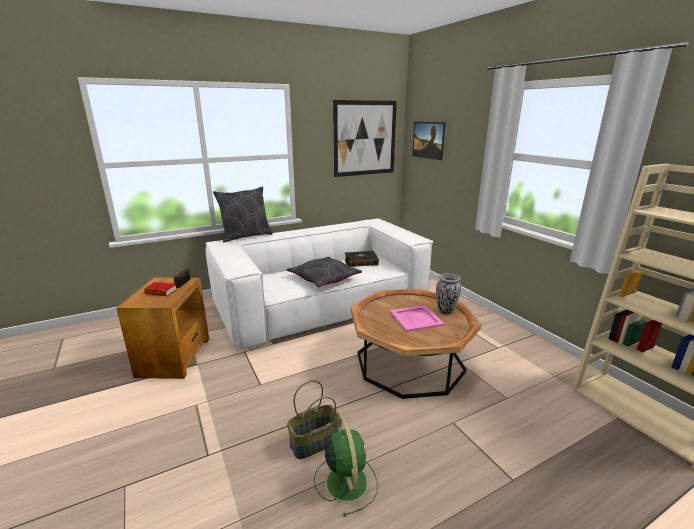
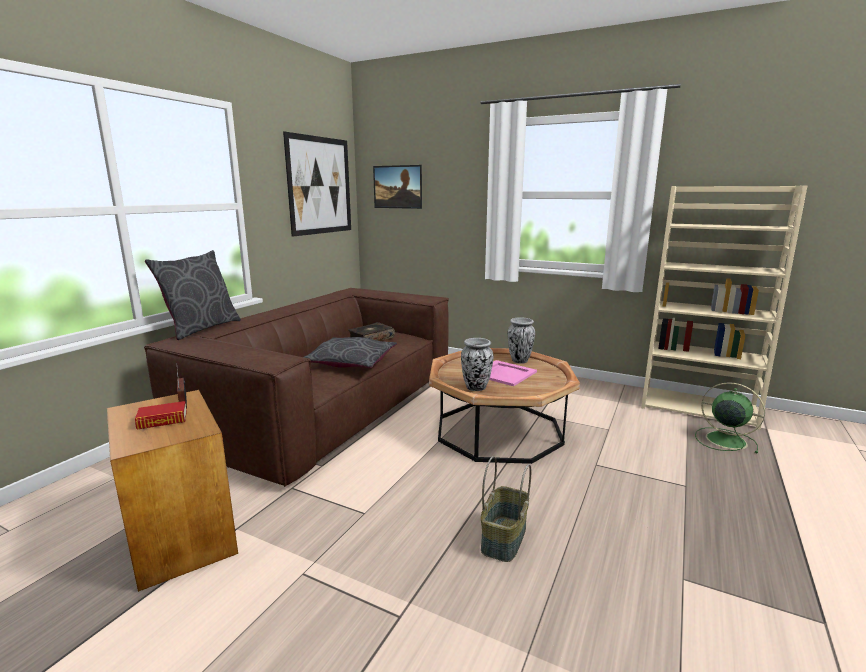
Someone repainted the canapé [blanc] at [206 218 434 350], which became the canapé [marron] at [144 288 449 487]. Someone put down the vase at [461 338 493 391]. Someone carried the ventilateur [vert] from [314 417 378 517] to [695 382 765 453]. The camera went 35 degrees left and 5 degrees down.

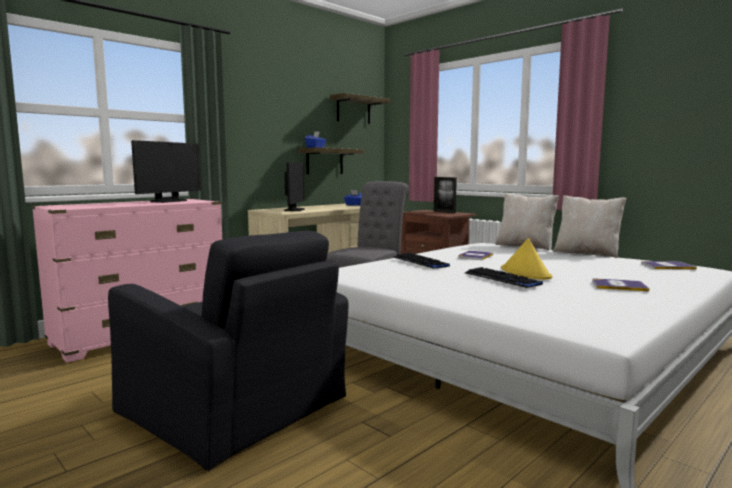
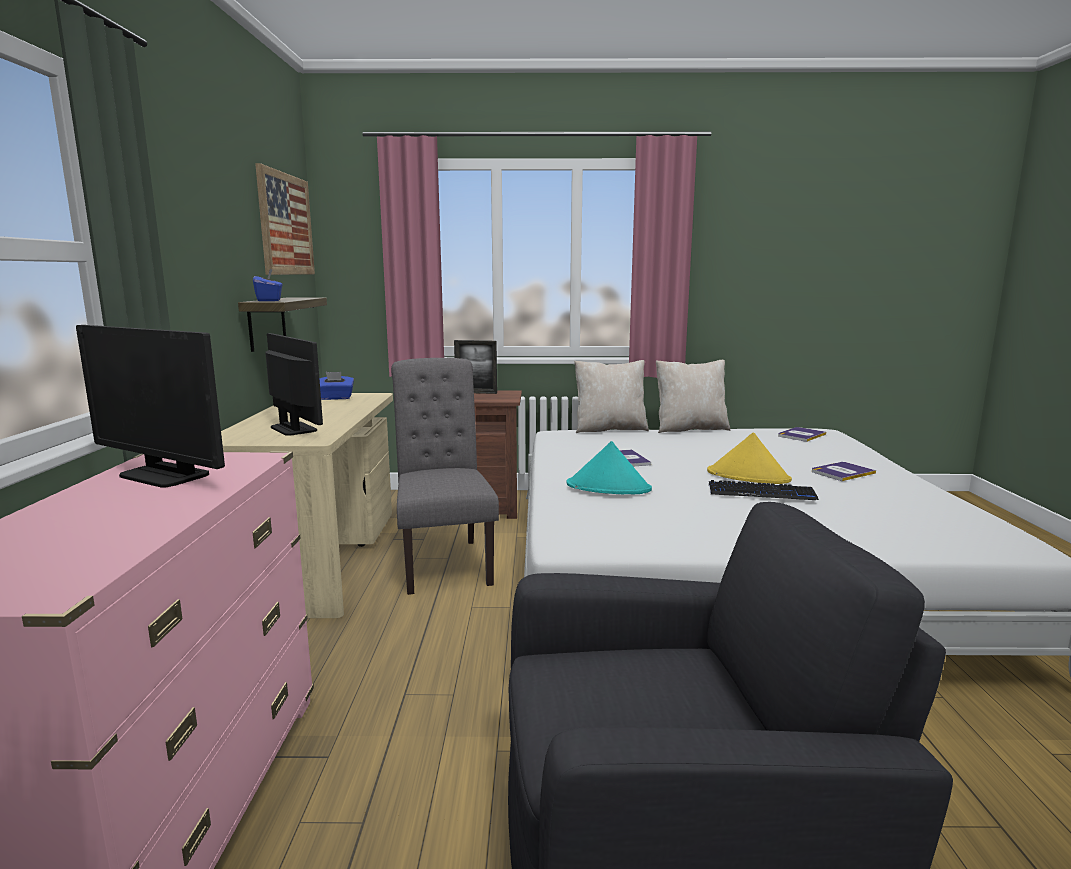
Someone rotated the écran d'ordinateur at [131 140 201 203] by 135 degrees clockwise. Someone swapped the étagère at [330 93 391 124] for the tableau at [255 163 315 275]. Someone swapped the clavier at [393 253 450 269] for the chapeau [turquoise] at [567 441 652 494]. The camera went 45 degrees left and 5 degrees up.

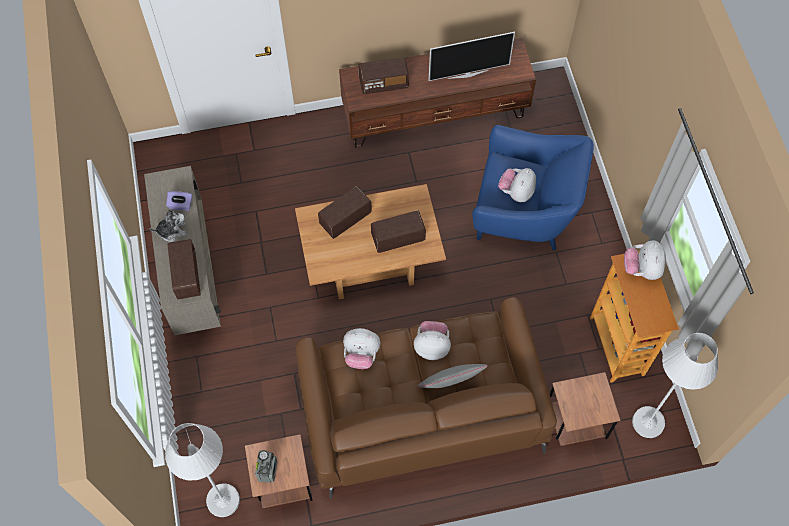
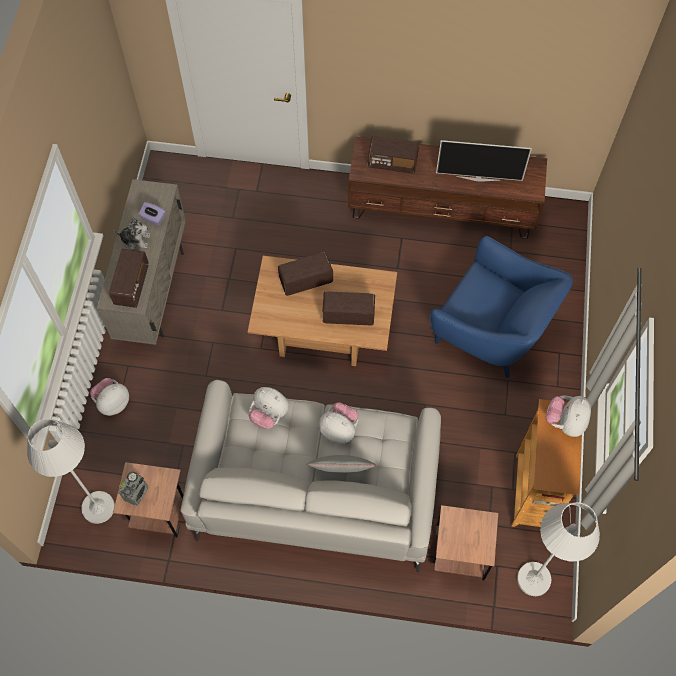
Someone carried the peluche from [498 168 536 202] to [90 378 129 416]. Someone repainted the canapé [marron] at [296 297 557 498], which became the canapé [gris] at [180 380 441 573]. The camera went 20 degrees right and 0 degrees up.

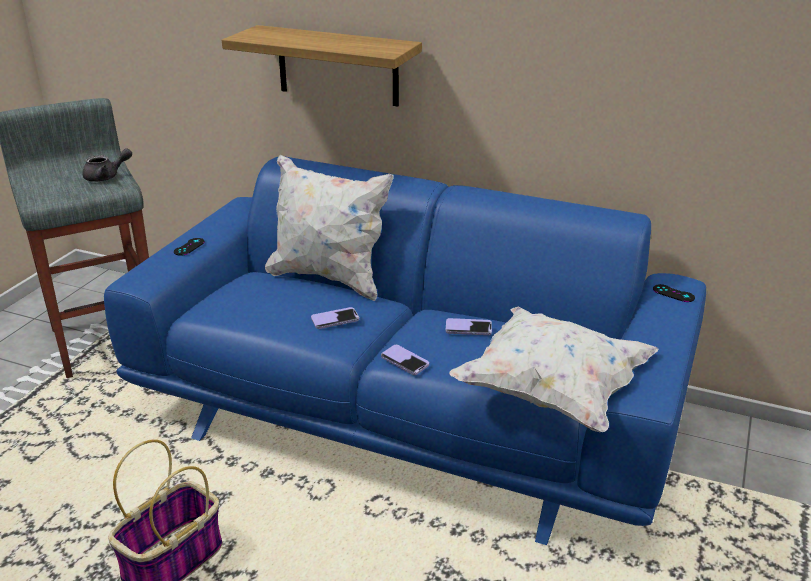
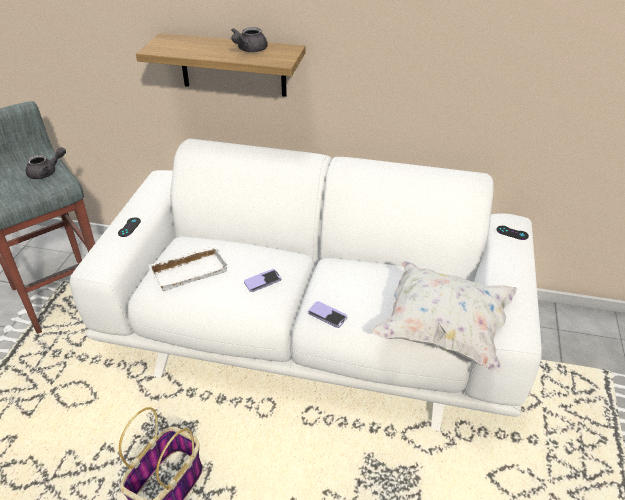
Someone repainted the canapé [bleu] at [104 157 706 545], which became the canapé [blanc] at [70 139 541 431]. Someone put down the plateau [blanc] at [149 246 229 291]. Someone put down the théière [gris] at [231 27 268 52]. Someone took away the coussin [blanc] at [265 155 394 301]. Someone took away the téléphone at [445 318 492 335]. The camera went 10 degrees left and 10 degrees up.

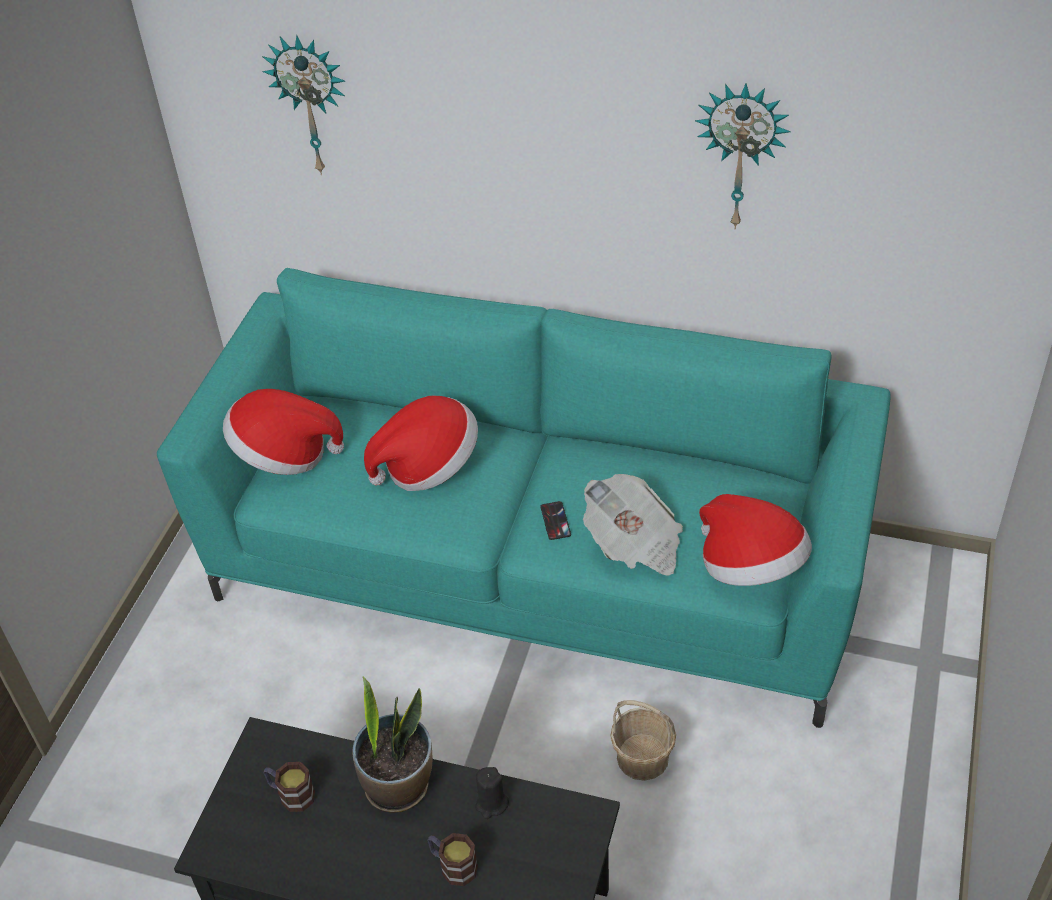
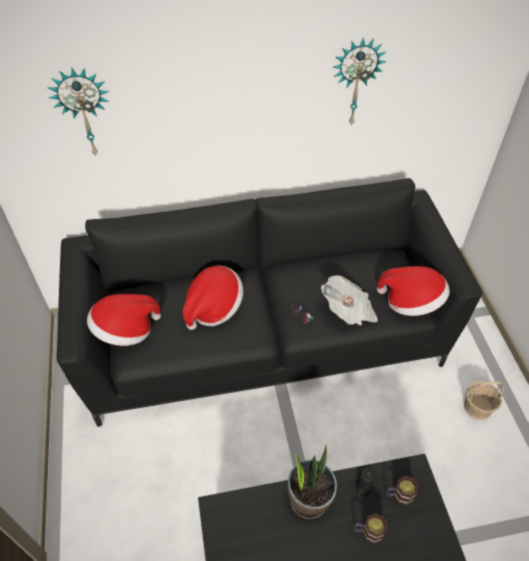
Someone repainted the canapé [turquoise] at [157 268 891 728], which became the canapé [noir] at [57 178 482 427]. Someone carried the mug from [264 762 315 812] to [386 476 419 505]. Someone carried the panier from [610 700 676 781] to [464 381 504 420]. The camera went 30 degrees left and 5 degrees up.

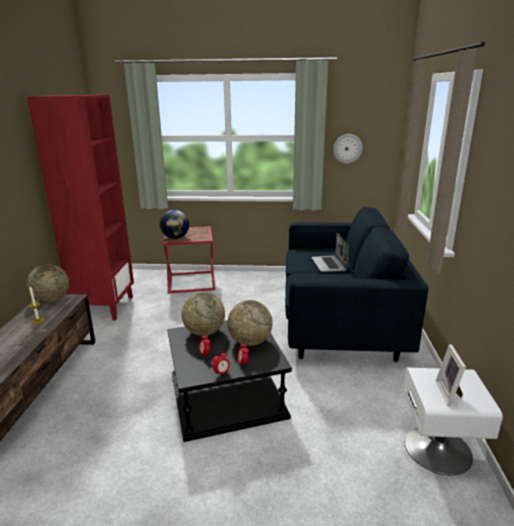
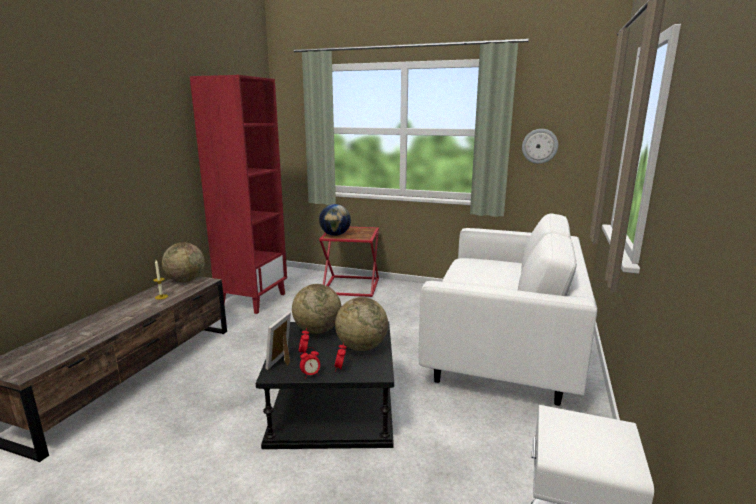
Someone carried the cadre photo from [436 344 466 406] to [265 312 291 370]. Someone repainted the canapé [bleu] at [285 207 428 362], which became the canapé [blanc] at [418 213 597 406]. Someone took away the ordinateur portable at [311 233 349 272]. The camera went 15 degrees right and 5 degrees down.

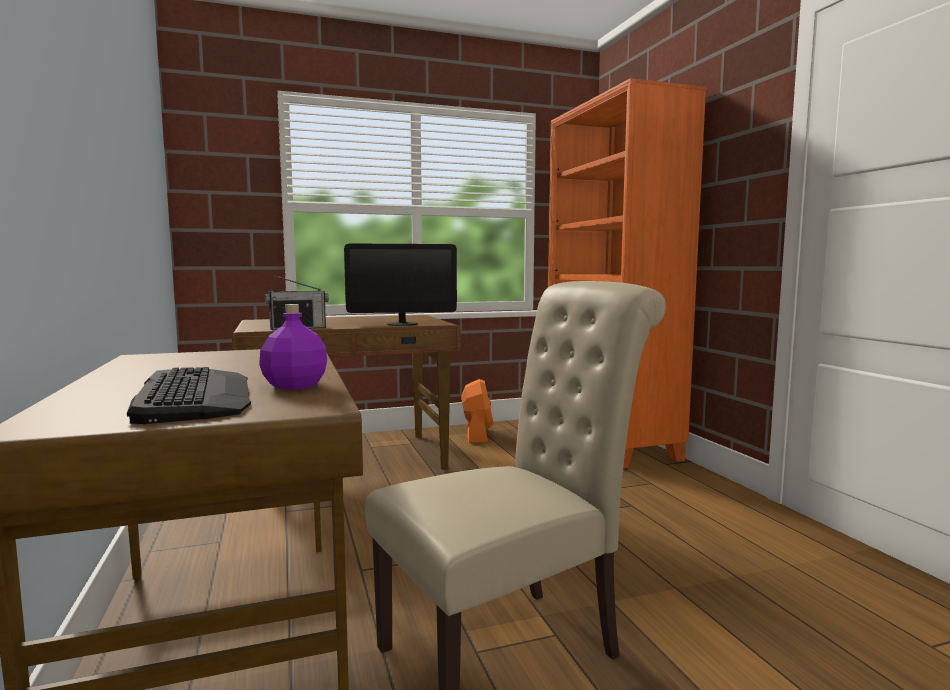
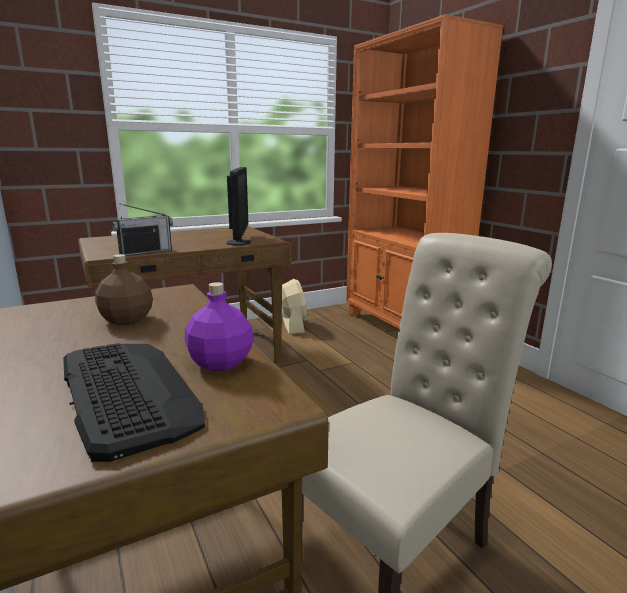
Someone put down the bouteille [marron] at [95 254 153 325]. Someone rotated the écran d'ordinateur at [344 244 457 326] by 75 degrees counterclockwise. Someone repainted the ventilateur [orange] at [461 379 494 443], which became the ventilateur [beige] at [282 279 308 334]. The camera went 10 degrees left and 10 degrees up.

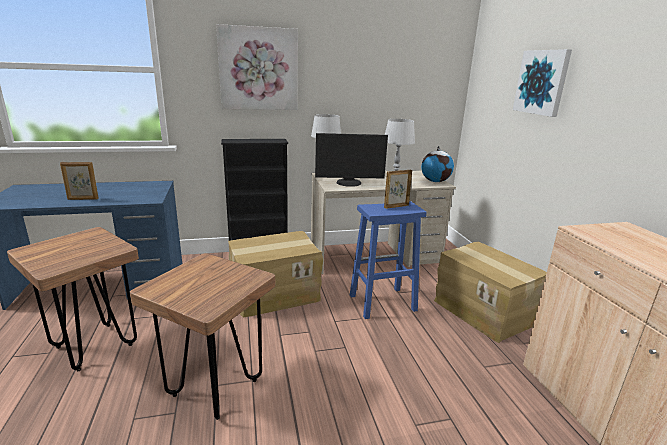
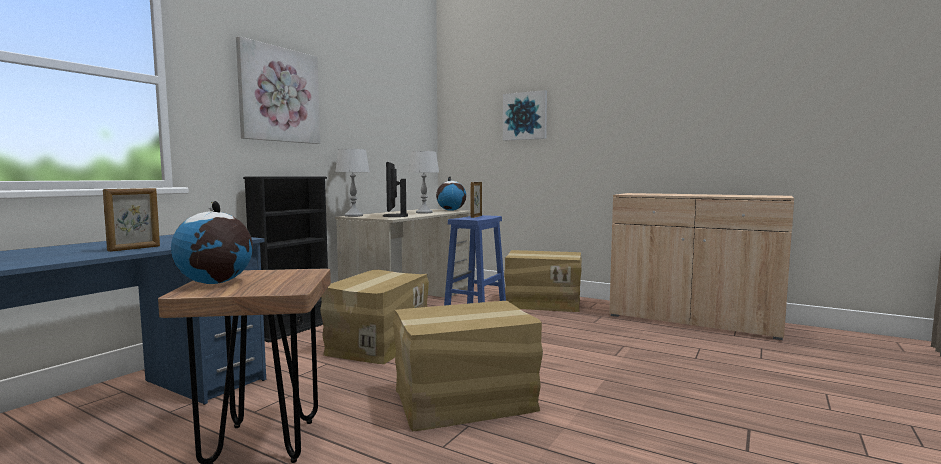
Someone put down the globe at [171 201 253 284]. Someone rotated the écran d'ordinateur at [315 133 388 187] by 135 degrees clockwise. Someone swapped the tabouret [marron] at [130 253 275 420] for the carton at [393 301 543 431]. The camera went 45 degrees left and 15 degrees down.

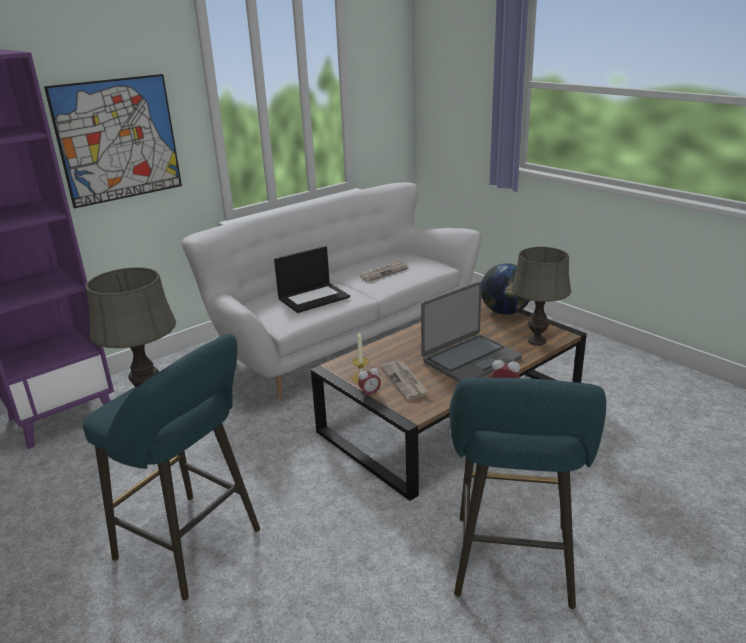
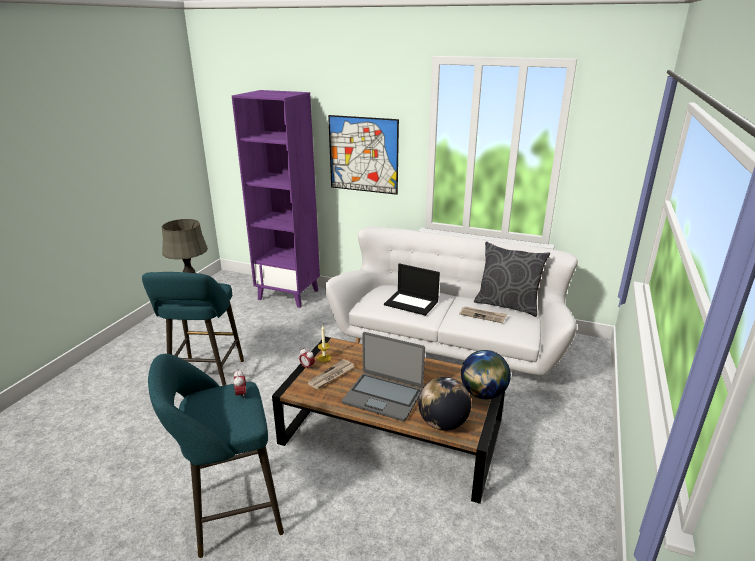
Someone swapped the lampe de table [gris] at [511 247 571 345] for the globe at [418 377 471 431]. Someone put down the coussin [gris] at [474 242 550 317]. The camera went 60 degrees right and 0 degrees up.

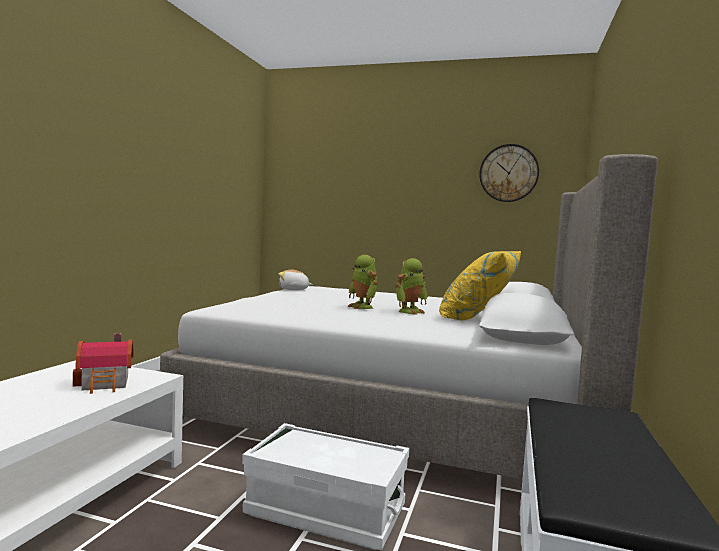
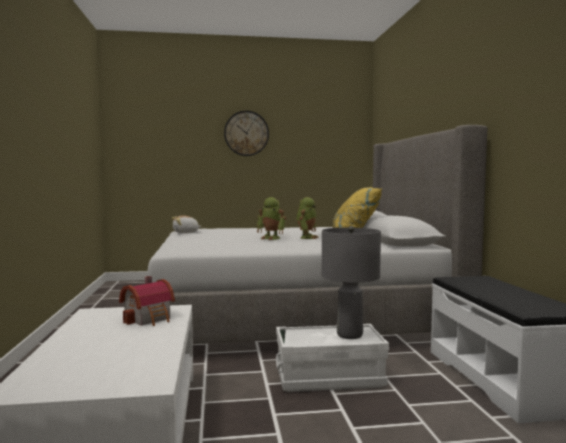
Someone carried the horloge murale from [479 144 539 202] to [224 111 269 156]. Someone put down the lampe de table [gris] at [322 226 381 339]. The camera went 25 degrees left and 0 degrees up.

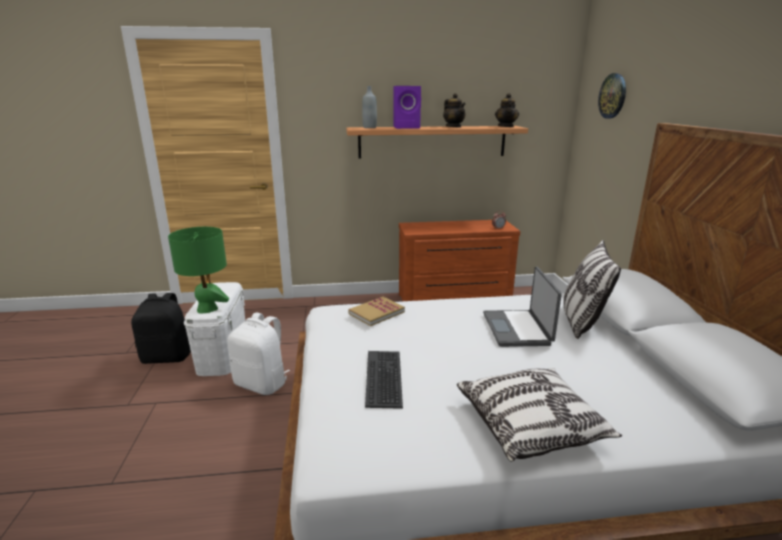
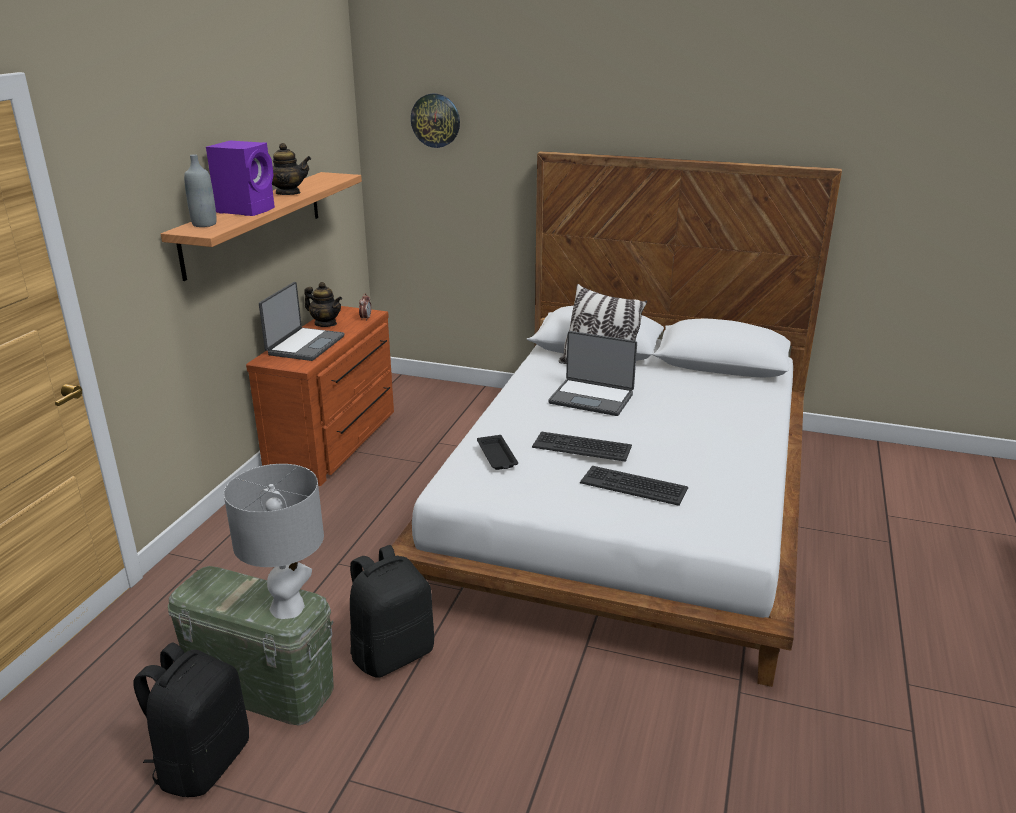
Someone repainted the boîte de rangement [blanc] at [184 282 245 376], which became the boîte de rangement [vert] at [168 566 334 725]. Someone repainted the lampe de table [vert] at [168 227 229 313], which became the lampe de table [gris] at [224 464 324 619]. Someone put down the ordinateur portable at [259 282 345 361]. Someone carried the théière from [495 93 519 127] to [304 282 342 327]. Someone repainted the sac à dos [blanc] at [227 313 290 395], which became the sac à dos [noir] at [350 545 434 678]. Someone swapped the livre at [348 297 405 326] for the plateau [noir] at [477 435 518 470]. Someone put down the clavier at [532 431 632 462]. Someone took away the coussin at [457 368 622 462]. The camera went 65 degrees left and 5 degrees up.

